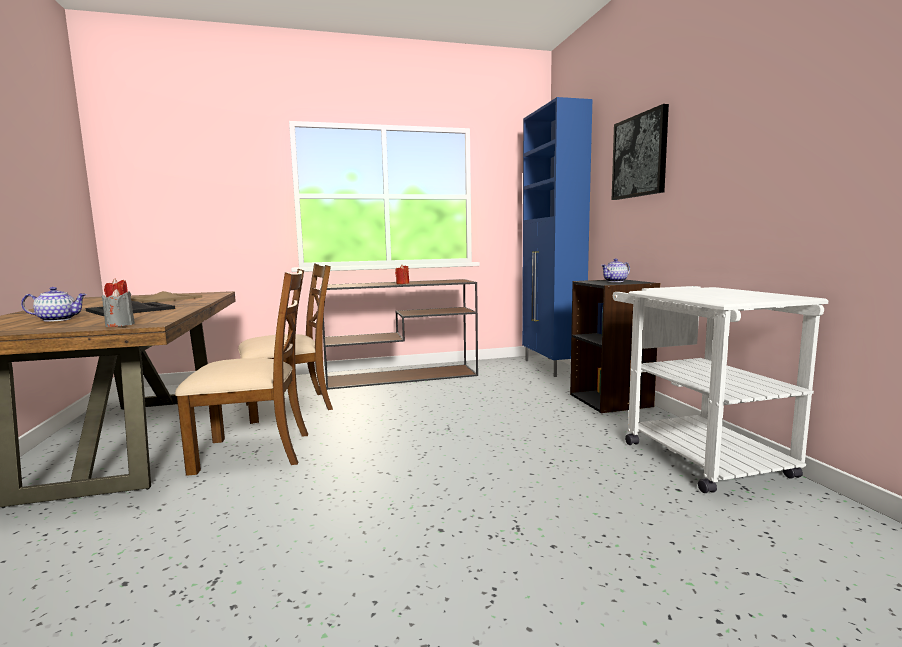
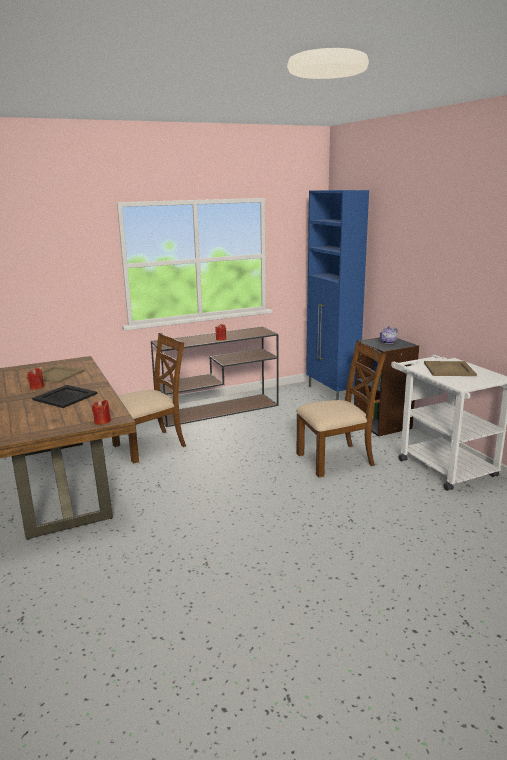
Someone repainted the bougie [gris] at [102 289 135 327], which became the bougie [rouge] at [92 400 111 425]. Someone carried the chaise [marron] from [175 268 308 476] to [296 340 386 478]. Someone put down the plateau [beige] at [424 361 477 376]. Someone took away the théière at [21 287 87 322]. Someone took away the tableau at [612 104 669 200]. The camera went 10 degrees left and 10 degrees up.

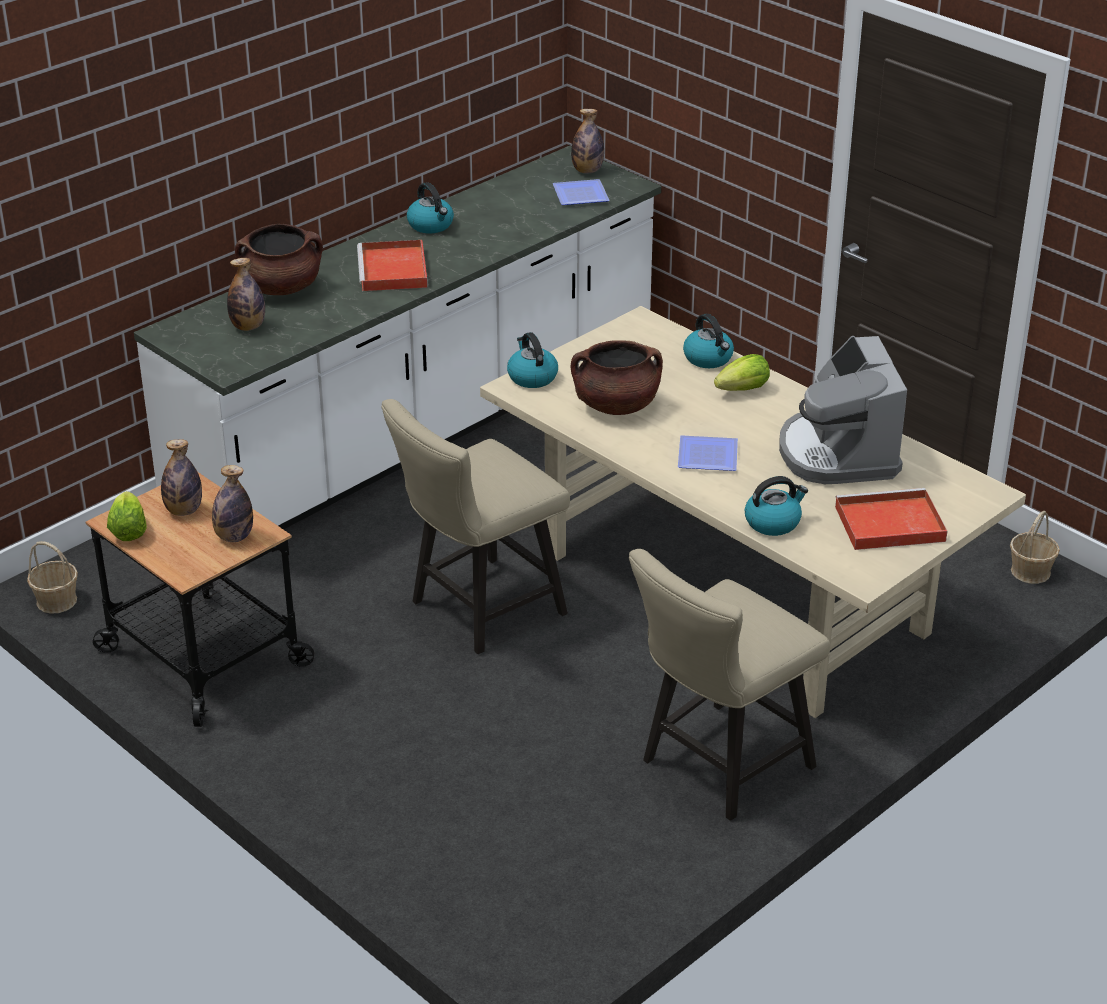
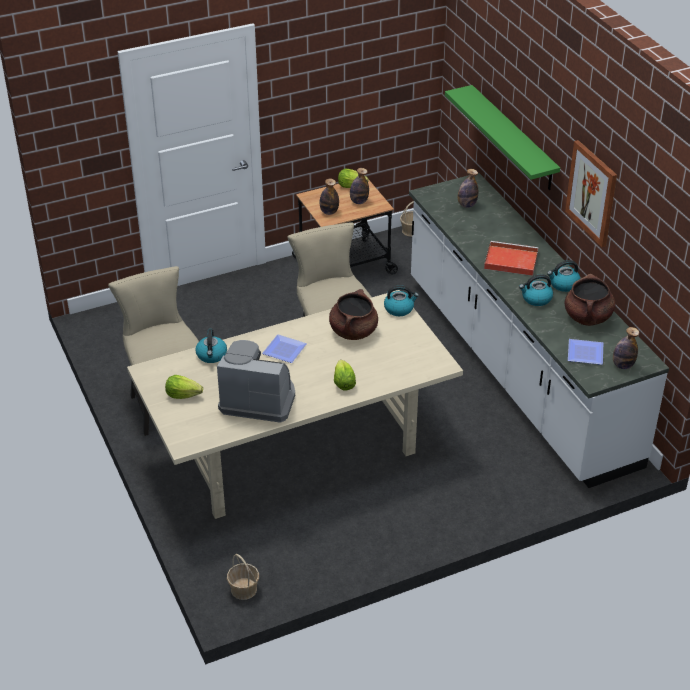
Someone swapped the plateau [rouge] at [835 488 947 550] for the laitue at [165 375 203 399]. Someone put up the étagère [vert] at [445 85 560 190]. Someone carried the bouilloire from [683 314 734 368] to [519 274 553 306]. Someone put up the tableau at [565 140 617 247]. Someone carried the marmite [marron] from [235 224 323 295] to [565 274 615 326]. The camera went 110 degrees right and 5 degrees up.

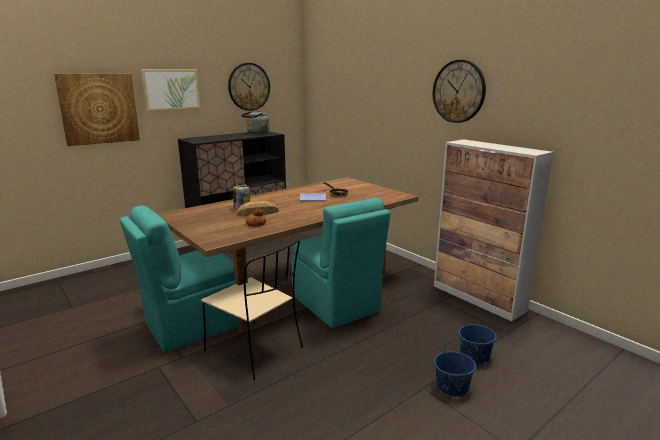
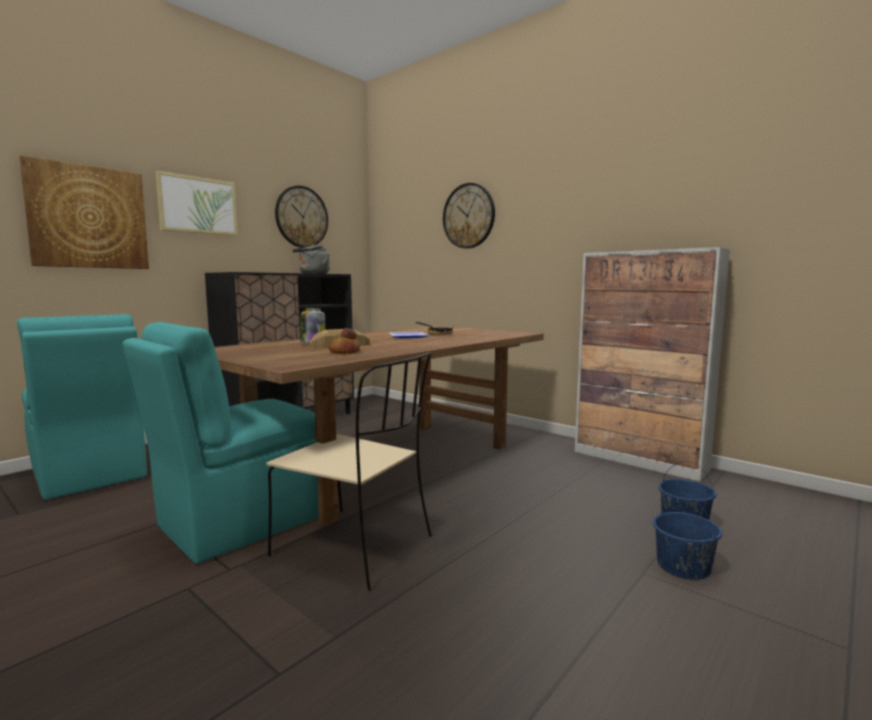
Someone carried the chaise [turquoise] from [292 198 391 328] to [17 314 147 500]. Someone carried the horloge murale from [433 60 486 123] to [443 183 495 249]. The camera went 10 degrees left and 10 degrees down.

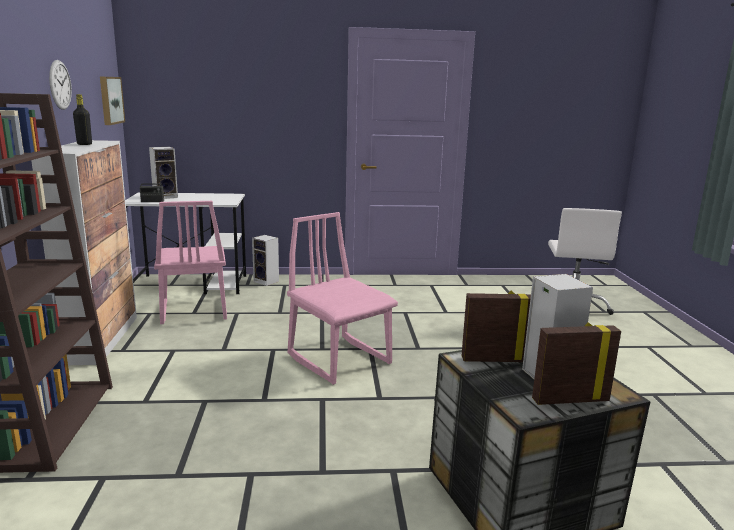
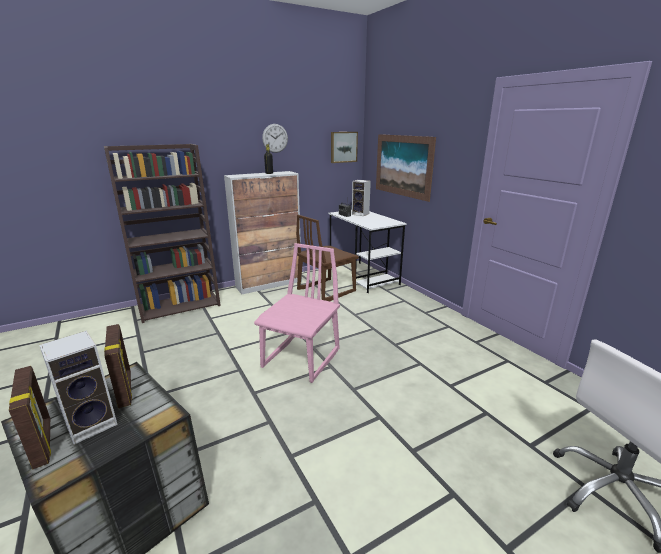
Someone repainted the chaise [rose] at [154 201 227 324], which became the chaise [marron] at [296 215 359 301]. Someone put up the tableau at [376 134 436 202]. Someone took away the enceinte at [252 235 279 286]. The camera went 65 degrees right and 5 degrees up.

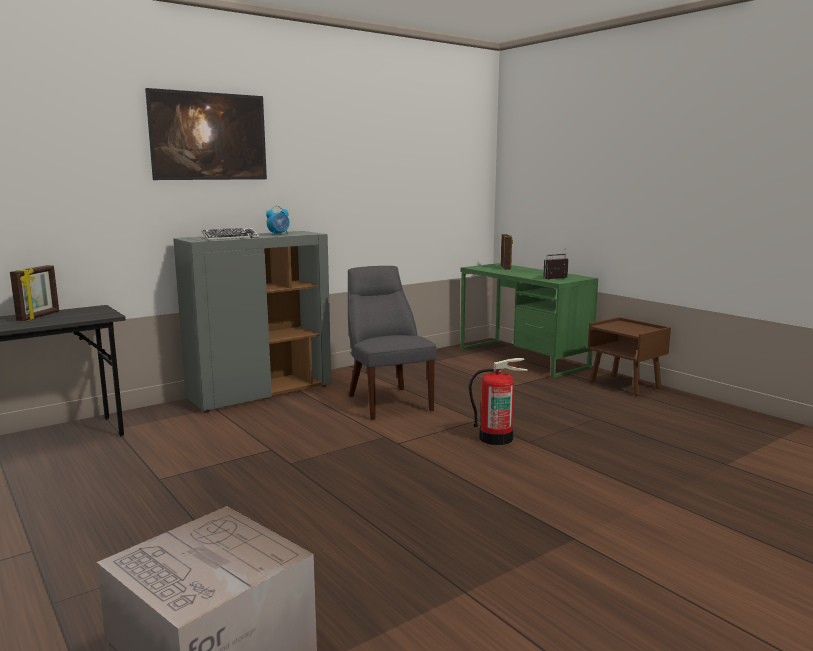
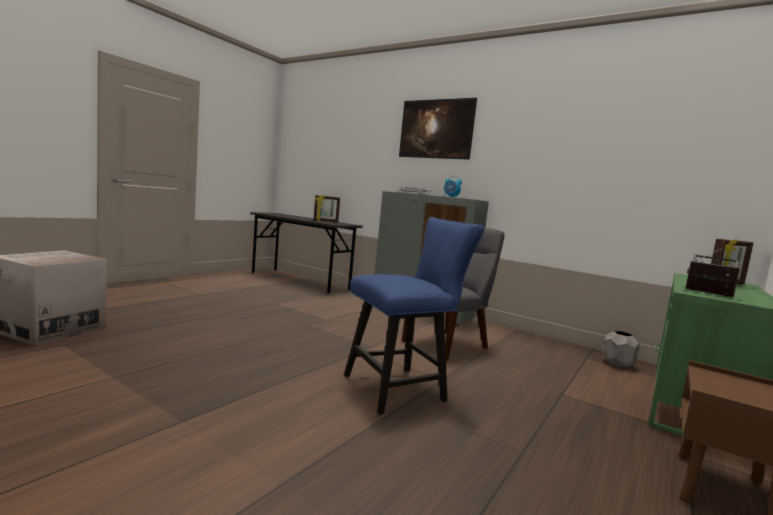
Someone swapped the extincteur at [469 358 529 445] for the chaise [bleu] at [344 217 484 415]. Someone put down the cache-pot [gris] at [602 331 640 367]. The camera went 70 degrees right and 5 degrees down.

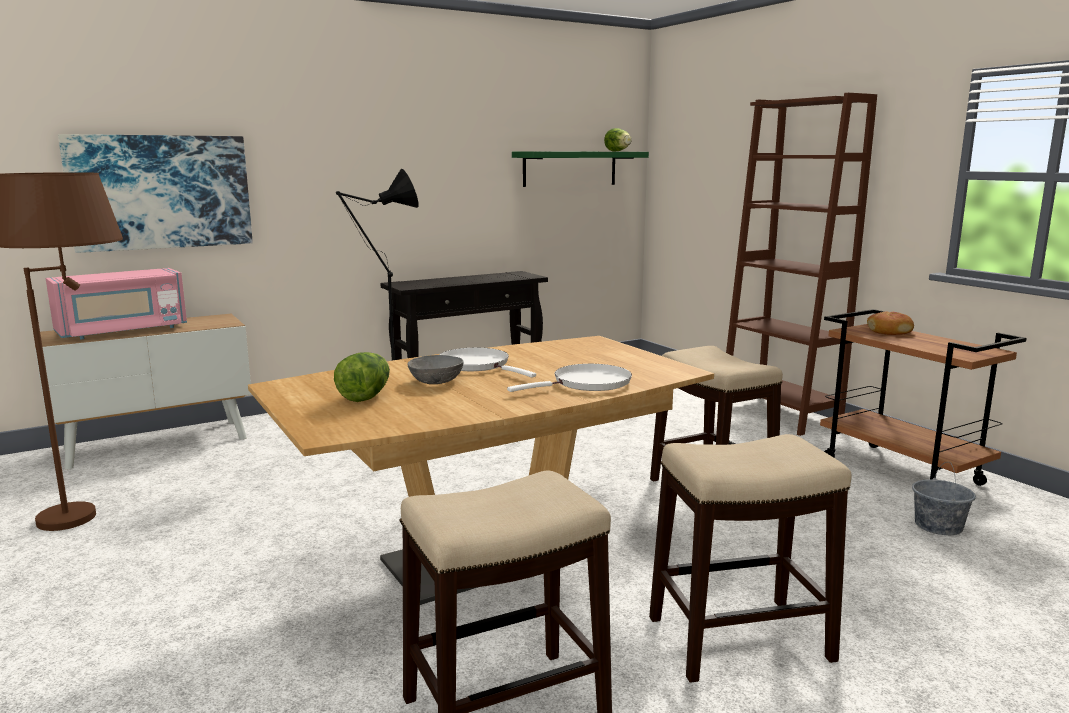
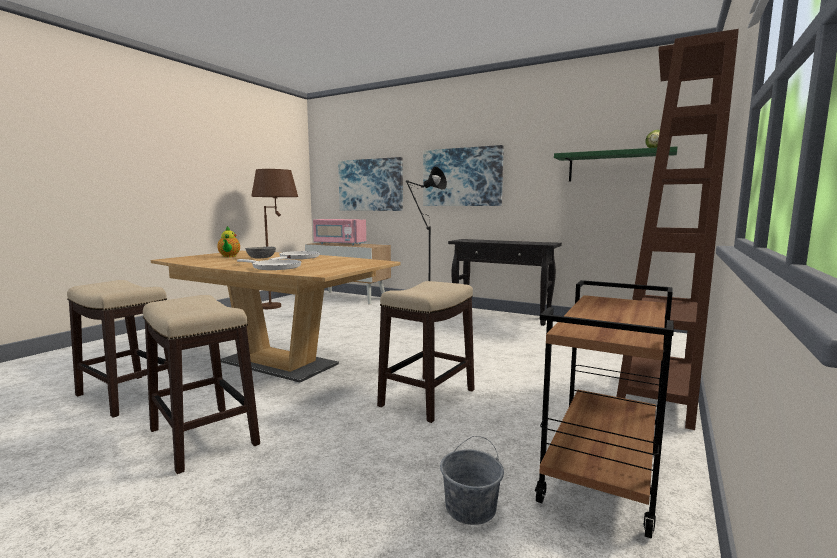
Someone swapped the laitue at [334 352 390 402] for the théière at [217 226 240 257]. Someone put up the tableau at [423 145 504 206]. Someone took away the pain at [867 311 914 335]. The camera went 60 degrees right and 5 degrees down.

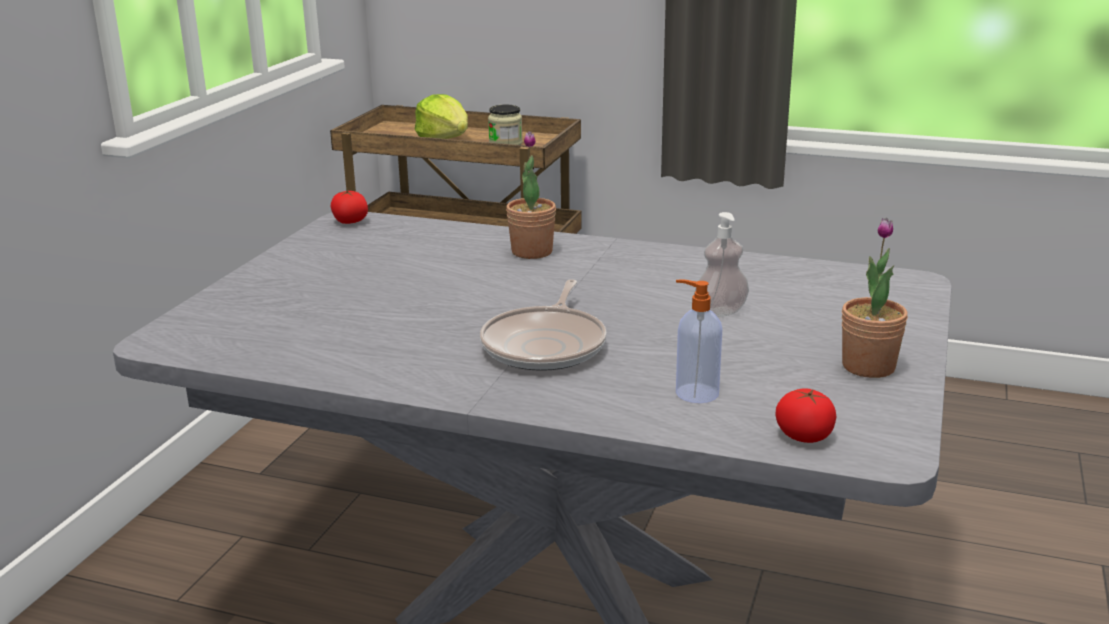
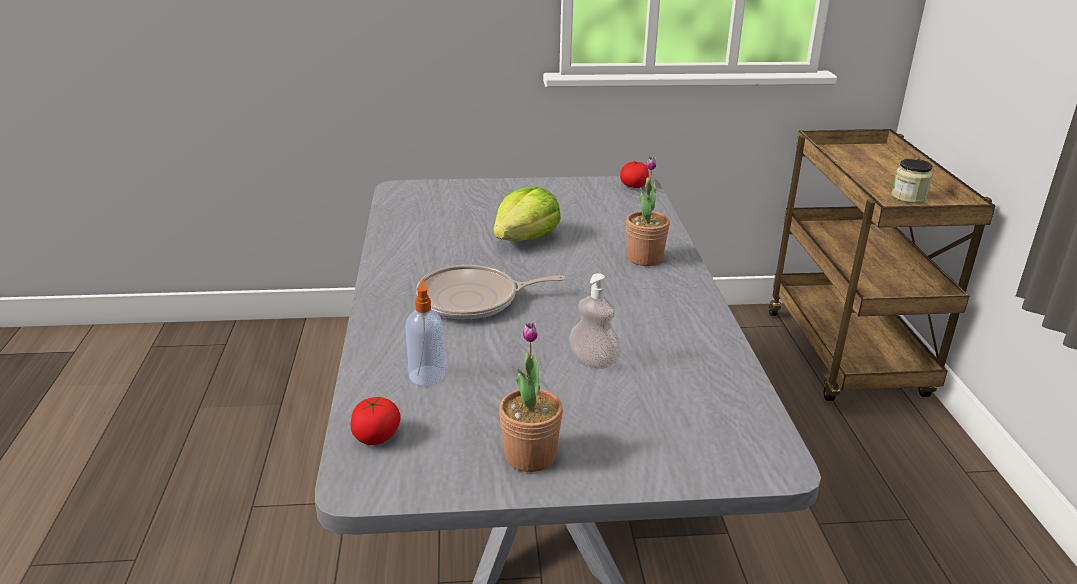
Someone carried the laitue from [414 94 468 139] to [493 186 561 241]. The camera went 65 degrees right and 5 degrees up.

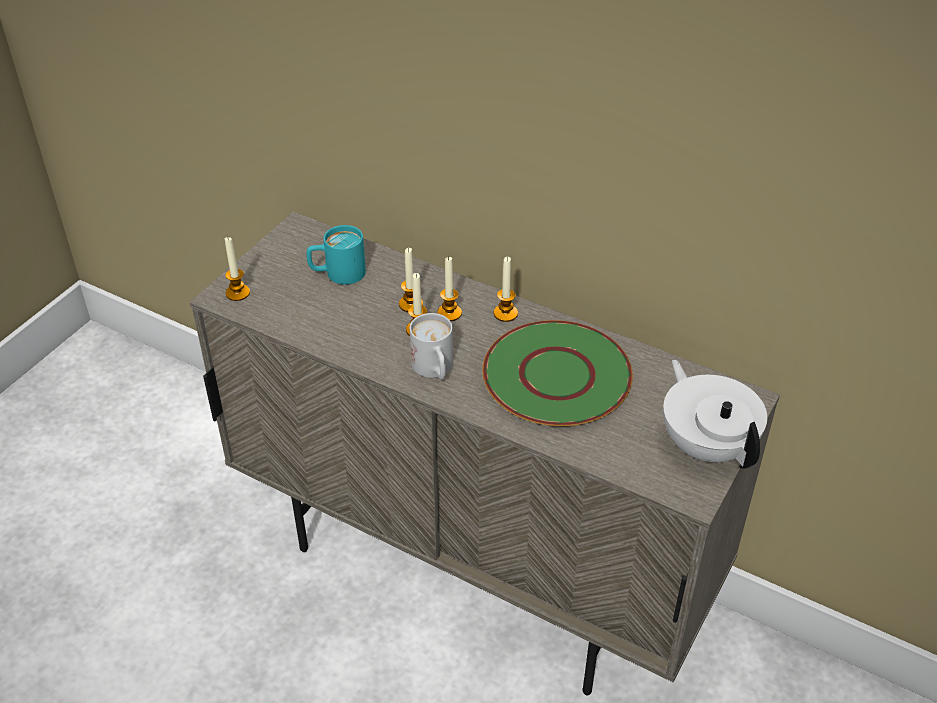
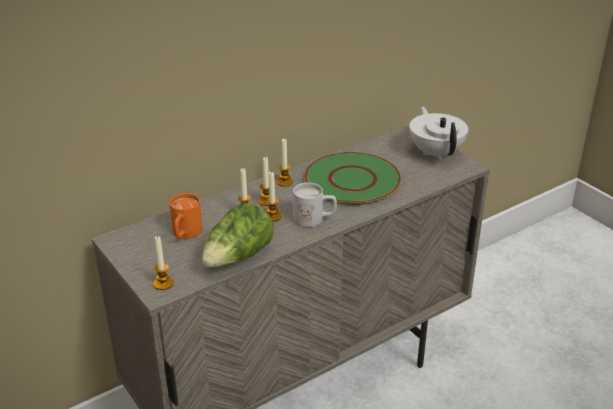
Someone repainted the mug [turquoise] at [307 225 366 285], which became the mug [orange] at [169 193 202 239]. Someone put down the laitue at [202 203 274 267]. Someone rotated the théière [blanc] at [663 359 767 469] by 75 degrees clockwise. The camera went 65 degrees left and 10 degrees down.

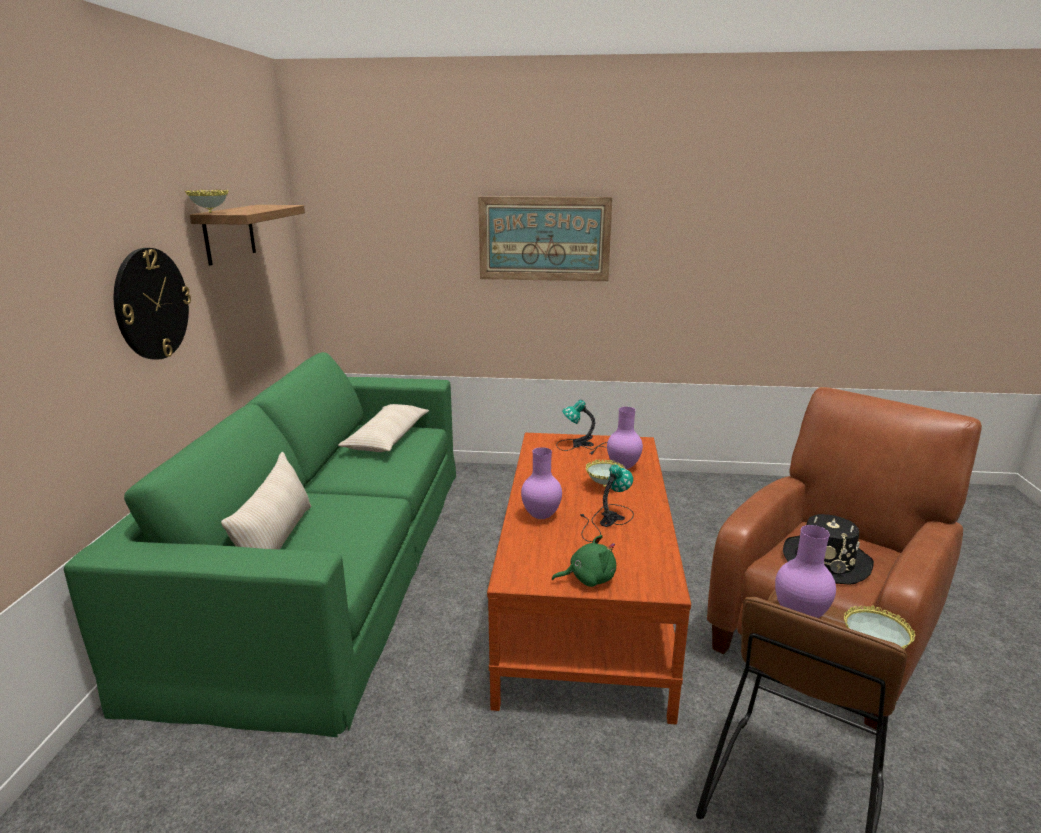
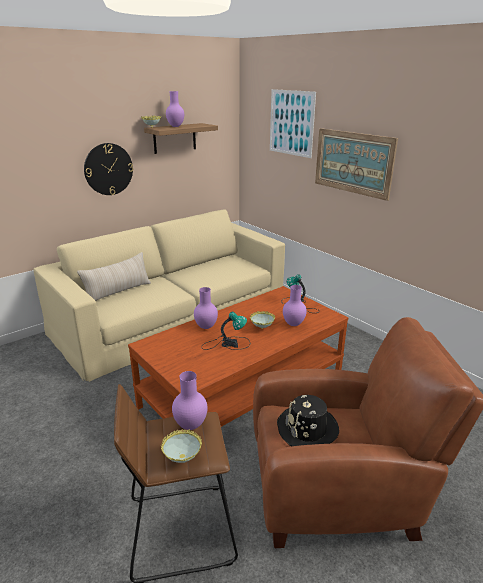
Someone repainted the canapé [vert] at [64 352 456 737], which became the canapé [beige] at [33 210 285 382]. Someone put down the vase [violet] at [166 91 184 127]. Someone put up the tableau at [270 89 316 158]. Someone took away the coussin [beige] at [338 404 429 452]. Someone took away the peluche [vert] at [552 535 616 587]. The camera went 45 degrees right and 5 degrees up.

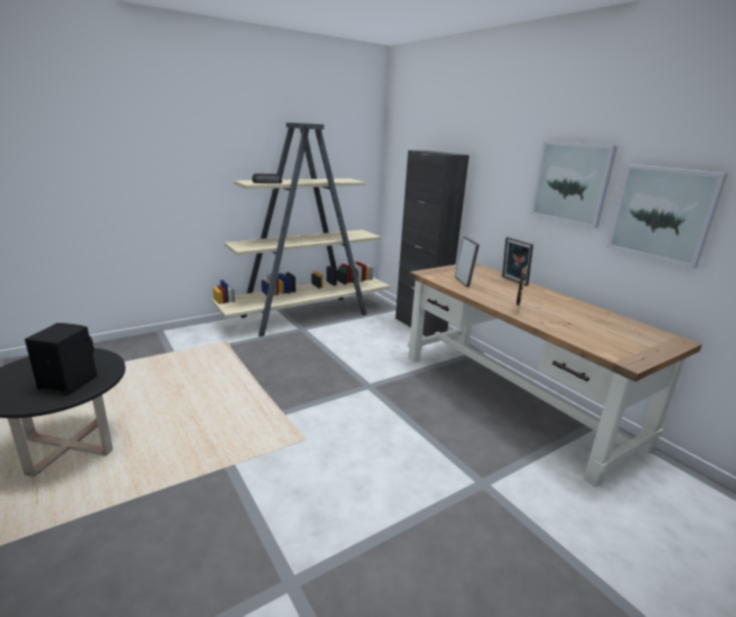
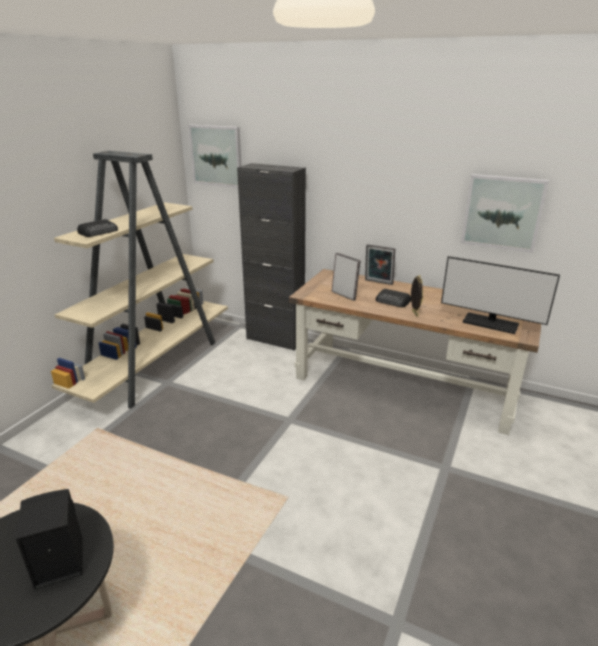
Someone carried the tableau from [531 141 618 228] to [188 125 241 188]. Someone put down the radio at [376 289 411 307]. Someone put down the écran d'ordinateur at [441 256 560 334]. The camera went 30 degrees left and 5 degrees up.

